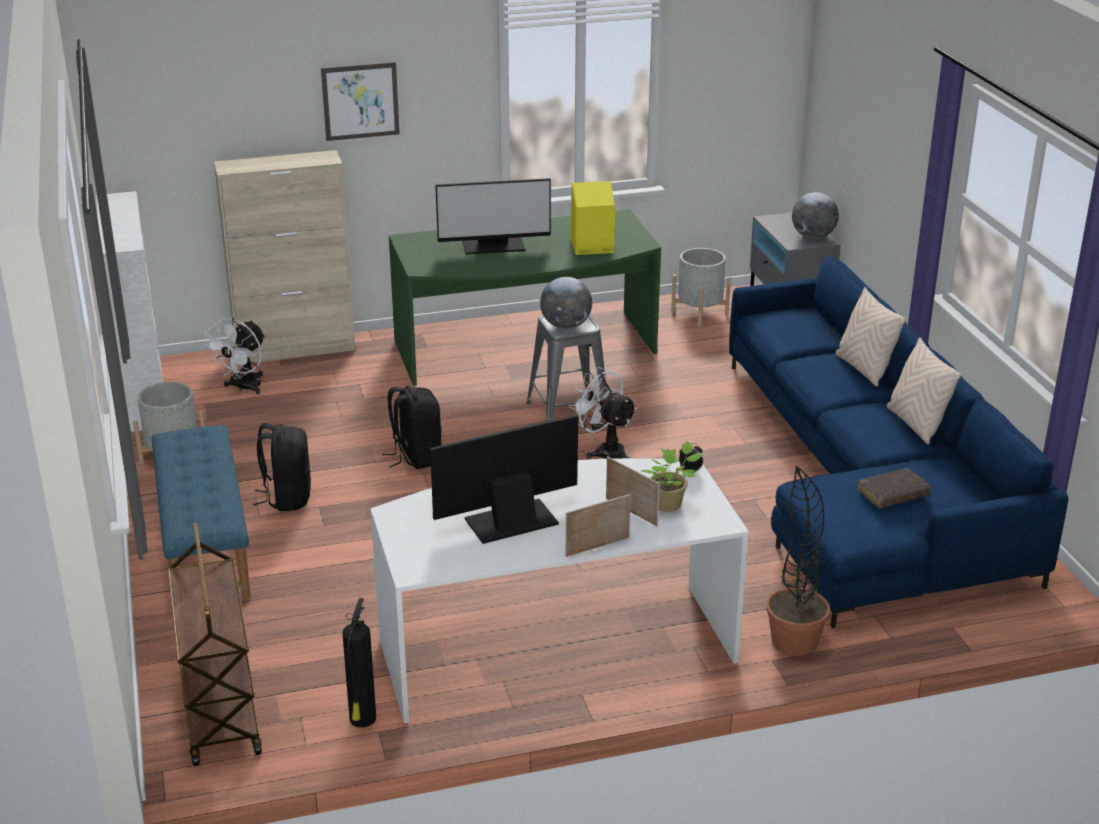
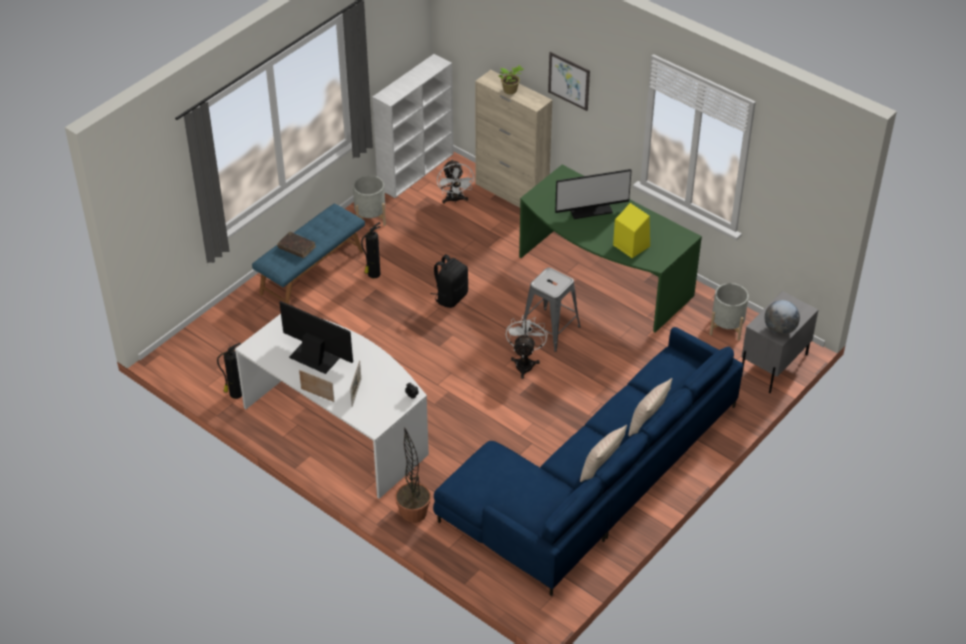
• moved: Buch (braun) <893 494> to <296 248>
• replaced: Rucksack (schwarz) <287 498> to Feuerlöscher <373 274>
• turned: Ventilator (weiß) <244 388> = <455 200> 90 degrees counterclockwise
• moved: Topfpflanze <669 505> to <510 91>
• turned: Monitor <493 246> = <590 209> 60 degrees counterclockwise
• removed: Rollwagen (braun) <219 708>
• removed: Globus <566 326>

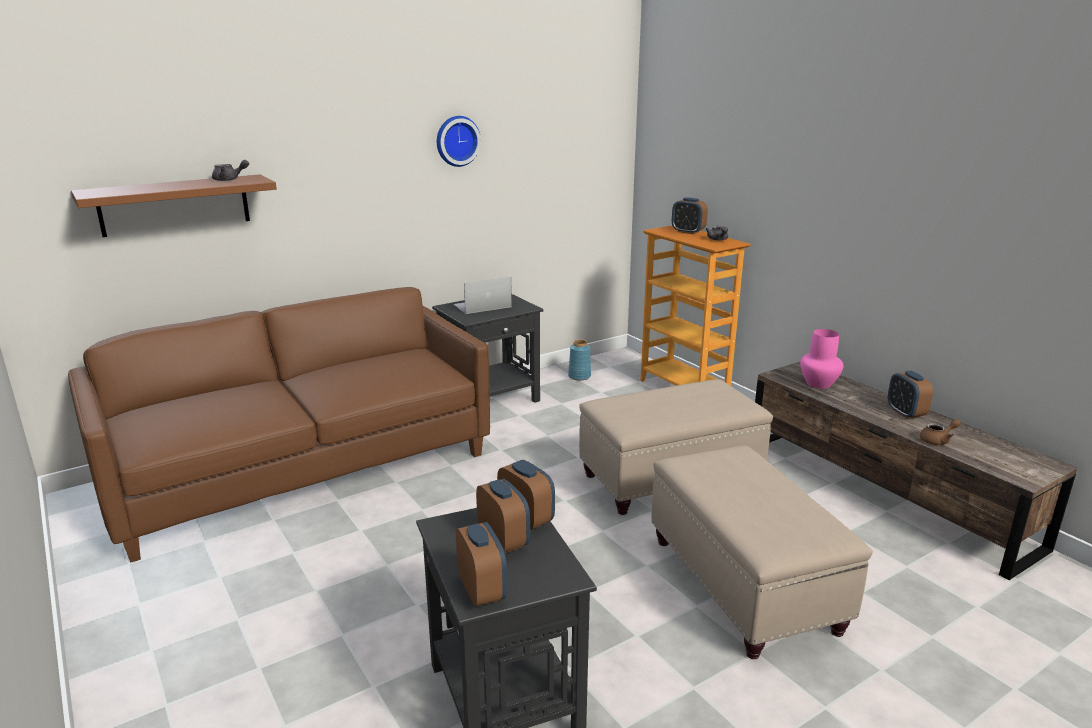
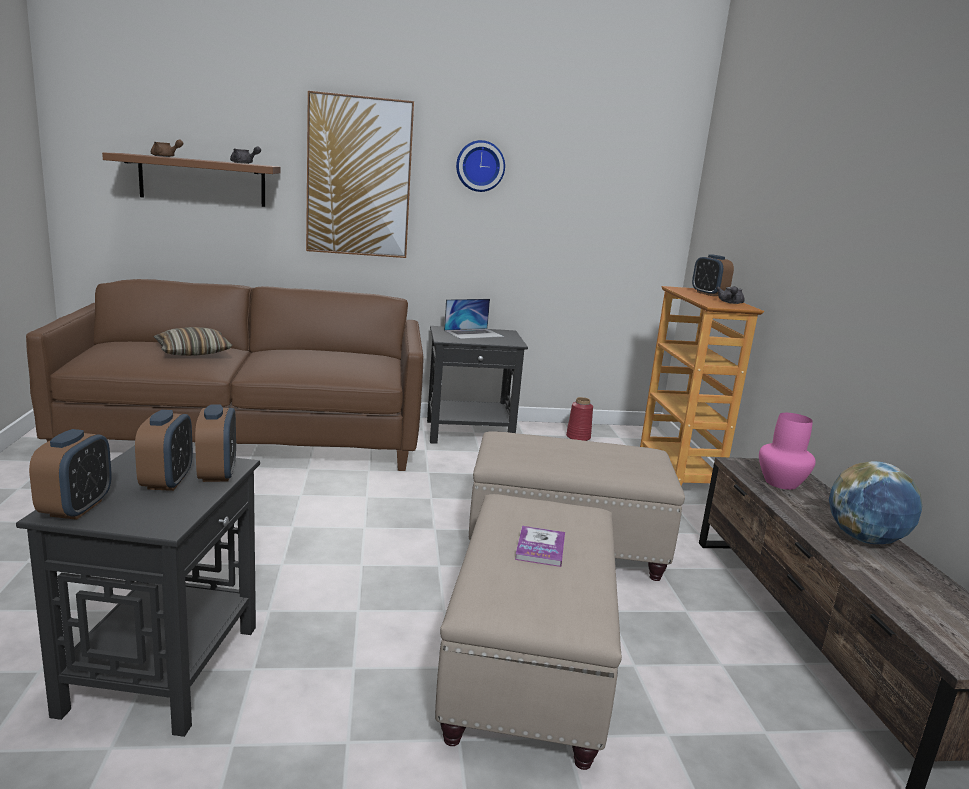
• moved: Teekanne (braun) <937 440> to <165 156>
• added: Kissen <193 352>
• added: Bild <359 177>
• turned: Laptop <482 306> = <474 333> 150 degrees clockwise
• added: Buch <540 548>
• recoloured: Vase (blau) <580 376> to Vase (rot) <578 437>
• replaced: Wecker <905 413> to Globus <865 539>

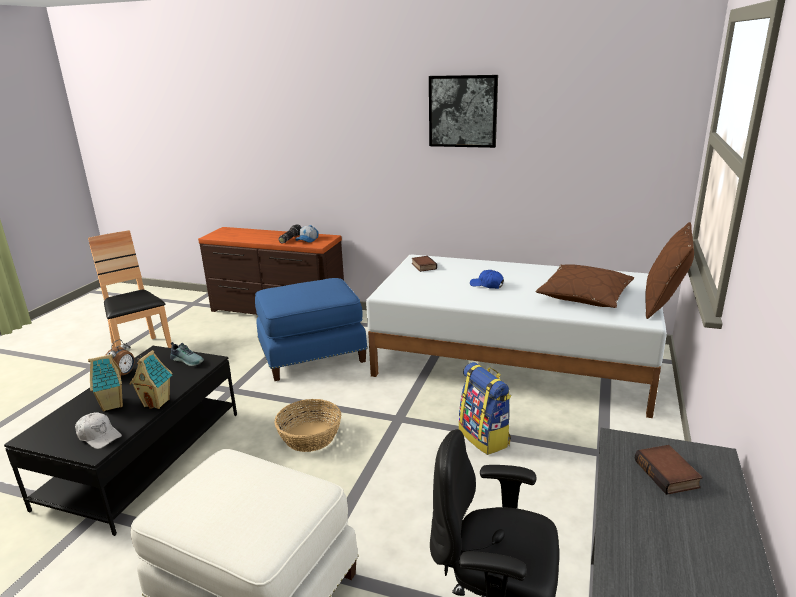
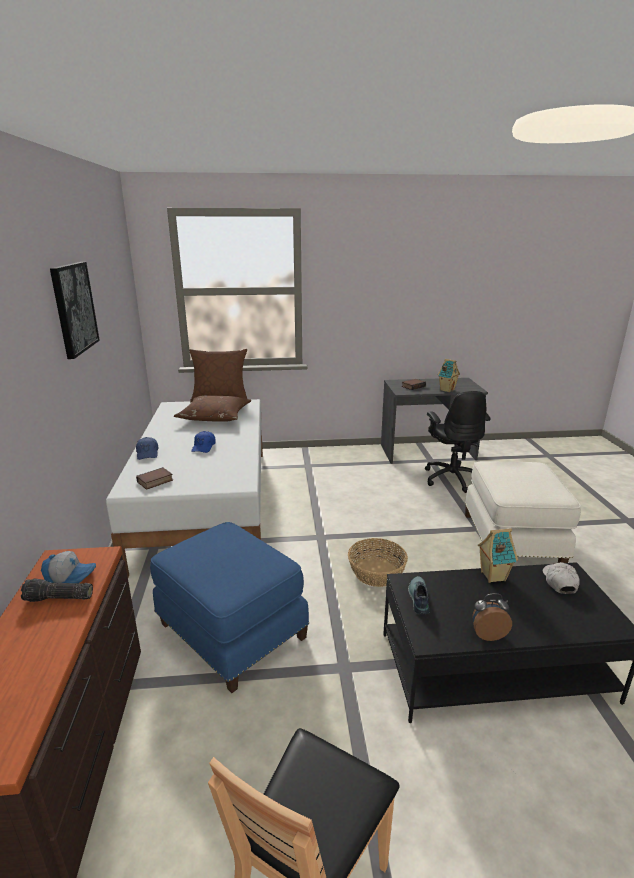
• added: Kappe (blau) <147 453>
• moved: Spielzeughaus <113 404> to <446 390>
• removed: Rucksack <485 437>

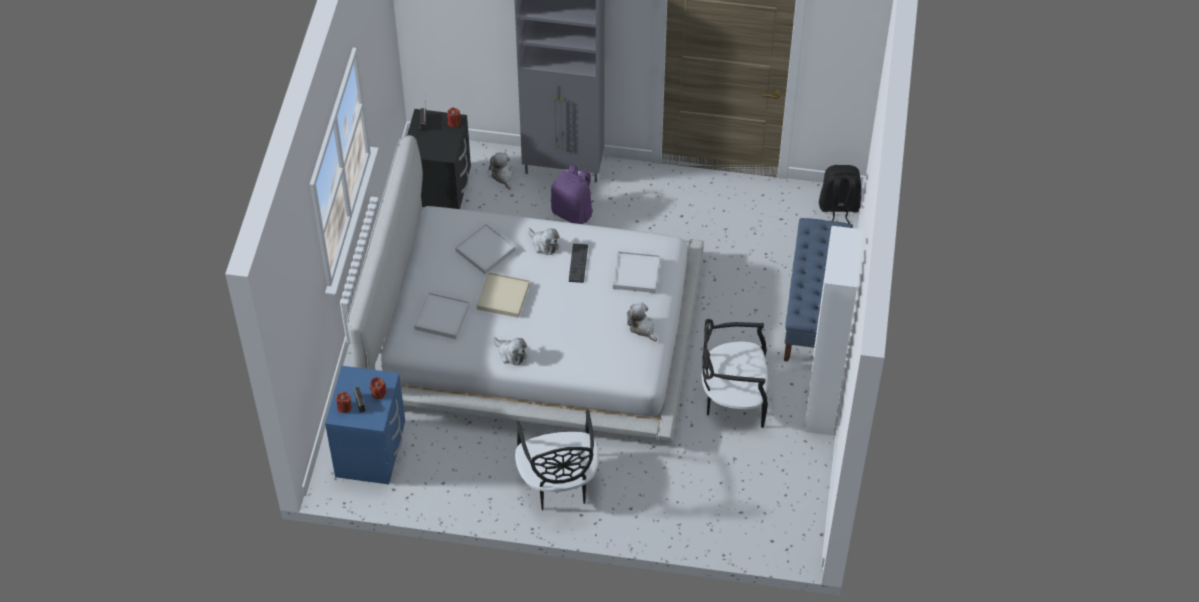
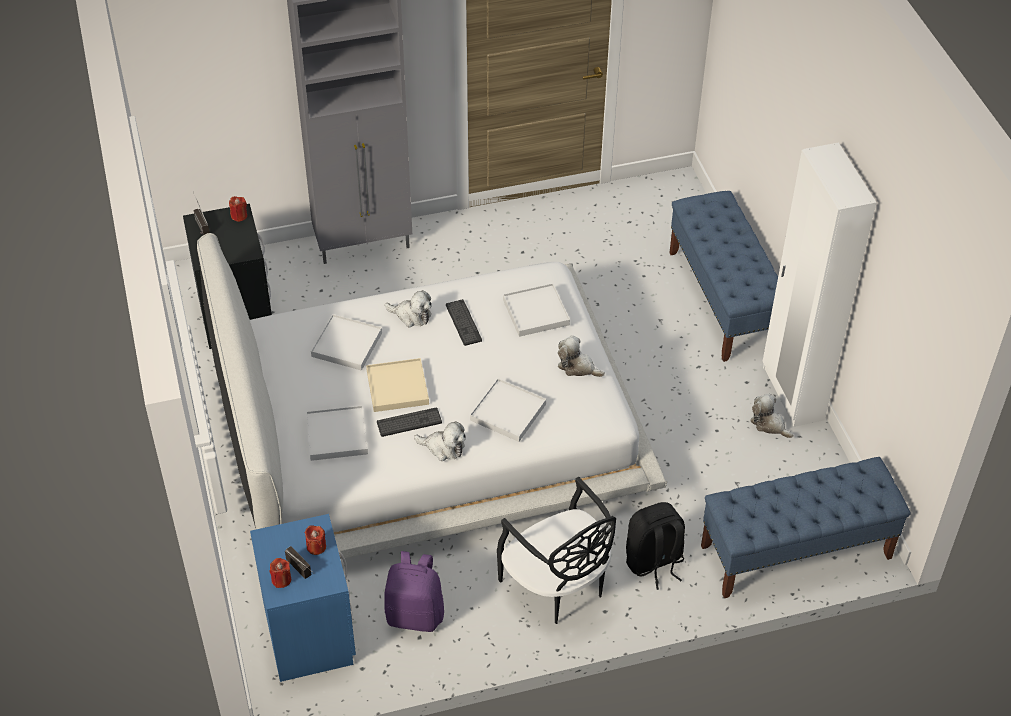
• added: Tastatur <409 422>
• moved: Rucksack (lila) <573 212> to <415 614>
• added: Tablett (weiß) <507 412>
• moved: Rucksack (schwarz) <838 208> to <654 562>
• added: Bank (blau) <795 552>
• moved: Plüschtier <502 176> to <769 424>
• removed: Stuhl (schwarz) <733 398>

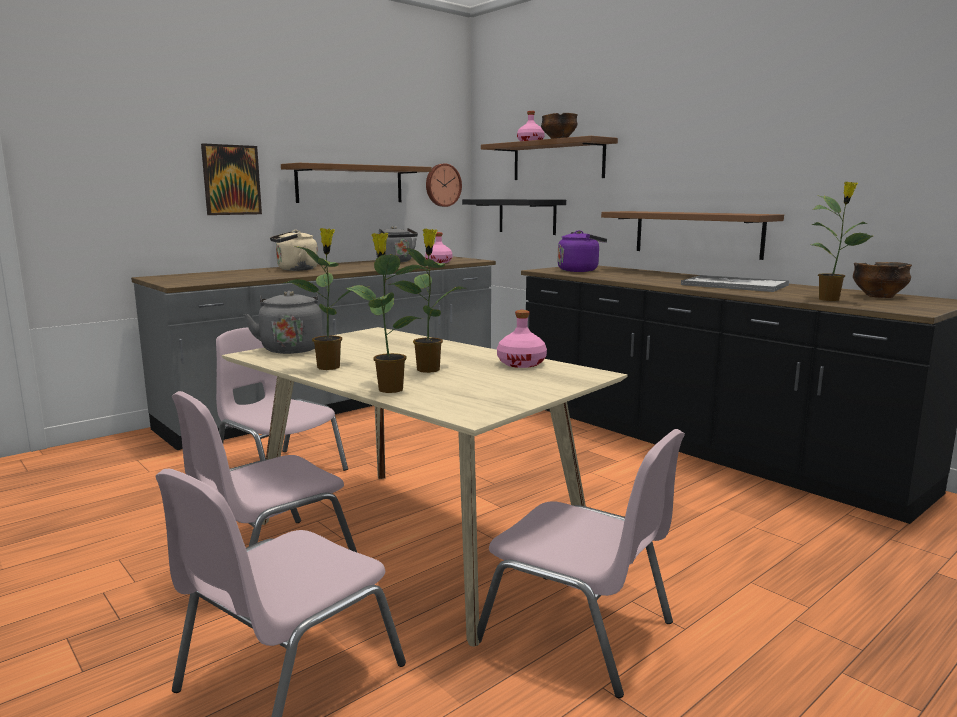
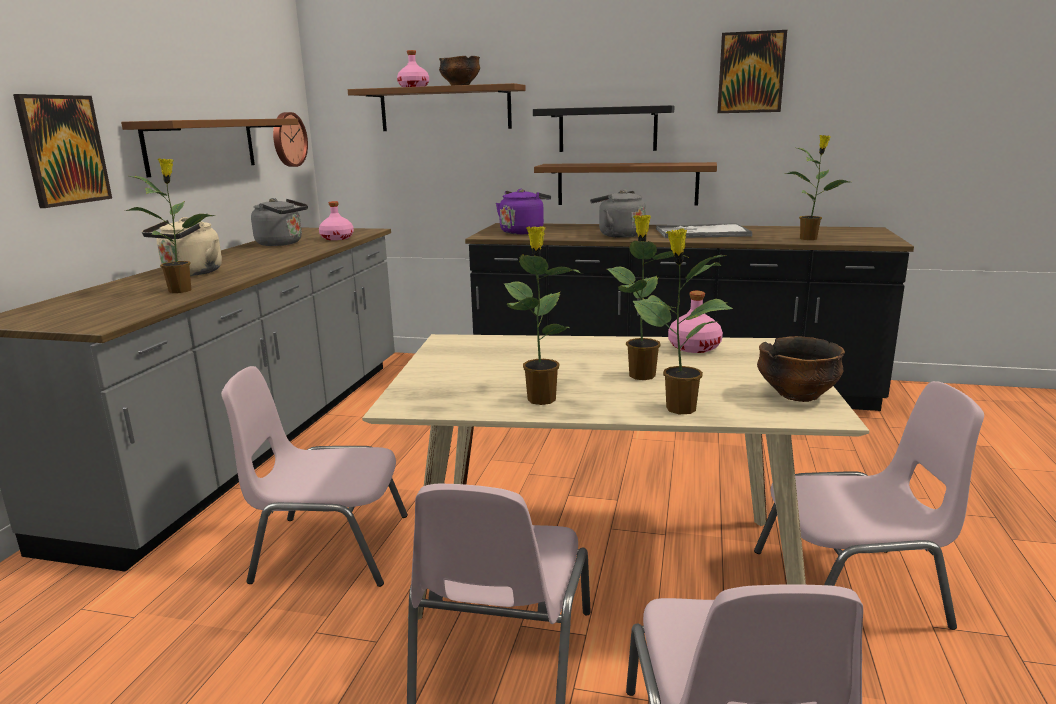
• added: Topfpflanze <182 290>
• moved: Wandregal (schwarz) <527 216> to <607 129>
• moved: Wasserkessel (grau) <291 348> to <618 235>
• added: Bild <751 72>
• moved: Schüssel <879 296> to <797 395>

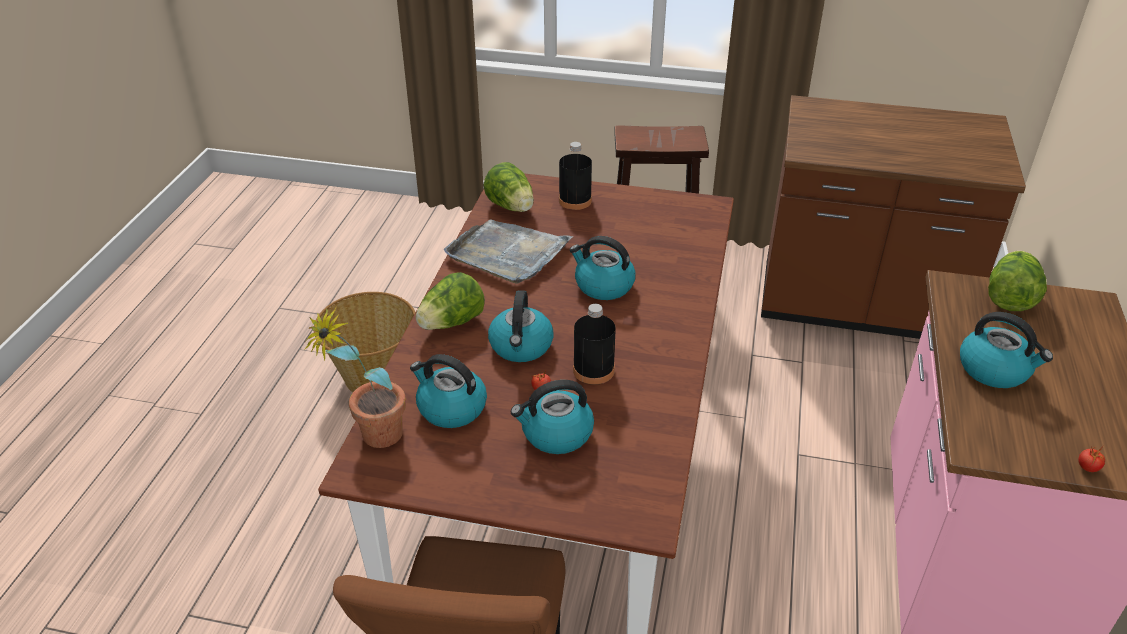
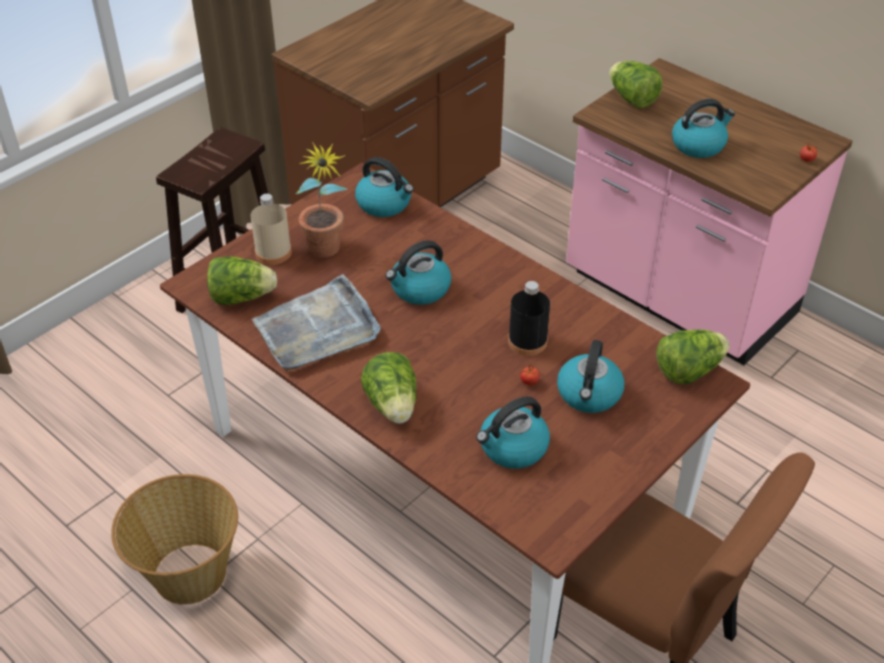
• recoloured: Flasche (schwarz) <575 200> to Flasche (beige) <273 253>
• moved: Topfpflanze <371 440> to <325 254>
• moved: Wasserkessel <521 346> to <385 204>
• added: Salatkopf <688 371>

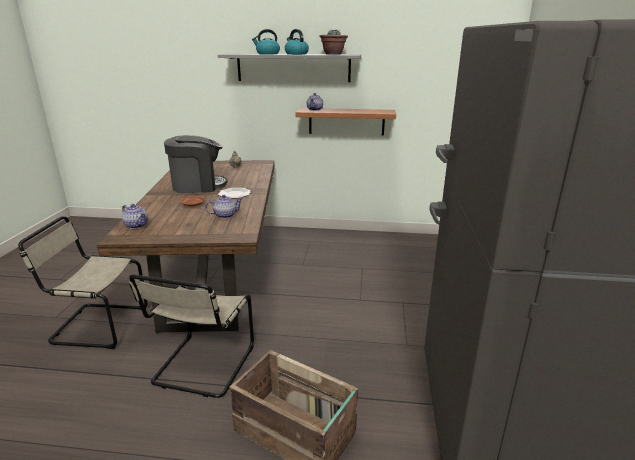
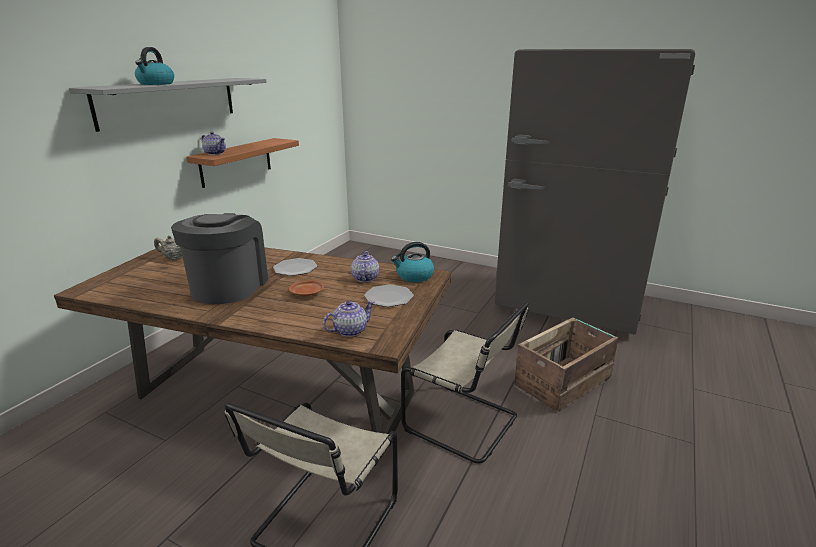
• added: Teller <388 297>
• moved: Wasserkessel <296 54> to <414 276>
• removed: Topfpflanze <333 54>

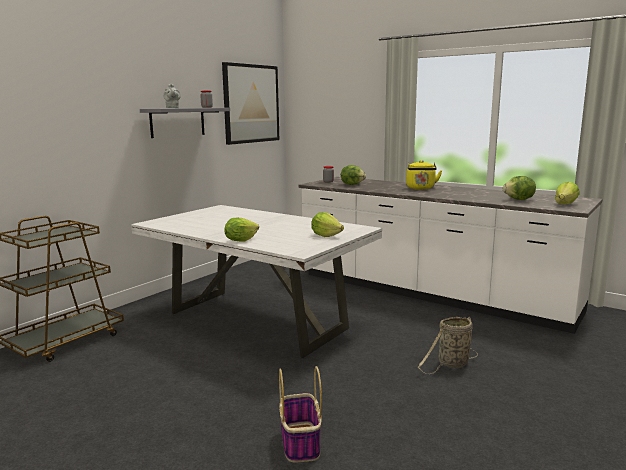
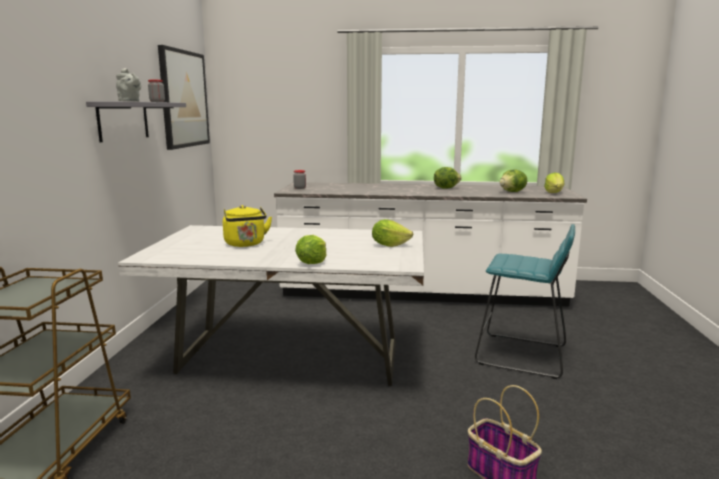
• moved: Wasserkessel (gelb) <421 188> to <245 244>
• moved: Salatkopf <352 184> to <446 188>
• replaced: Korb <451 364> to Hocker (türkis) <521 355>

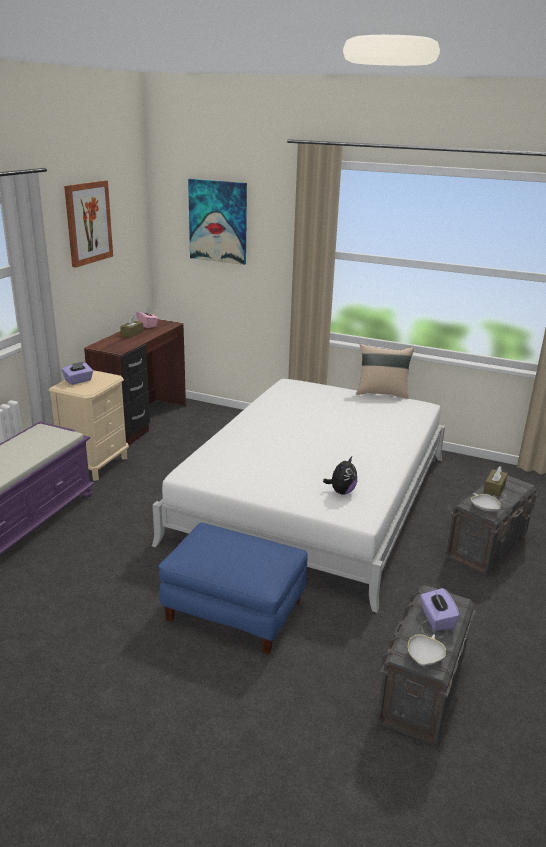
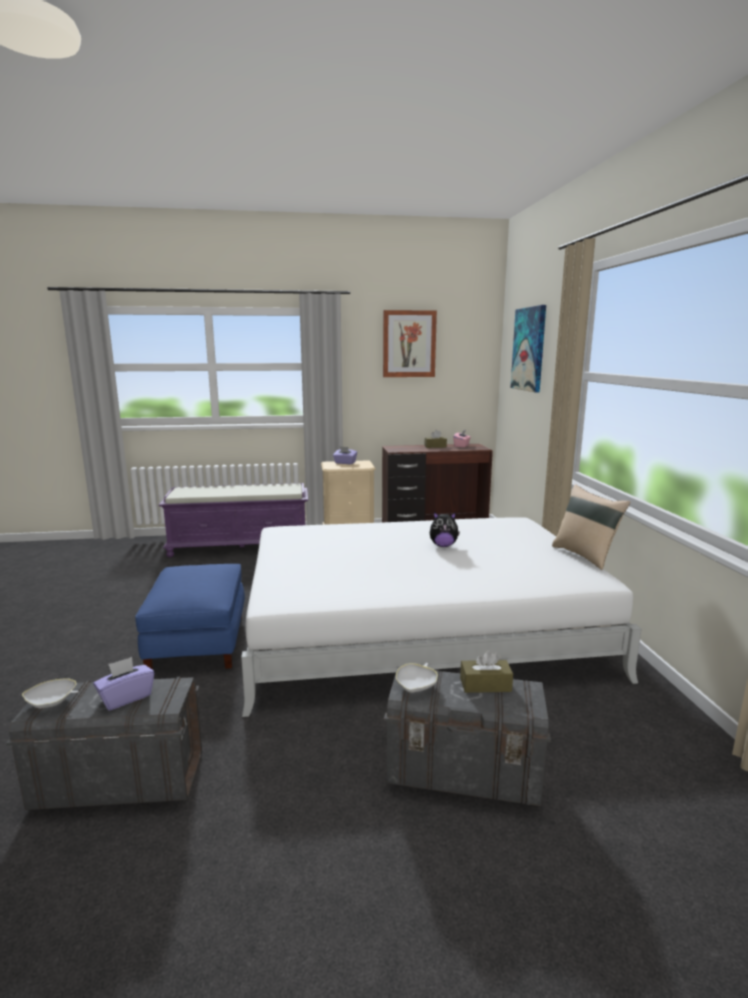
• moved: Plüschtier <341 492> to <443 545>

